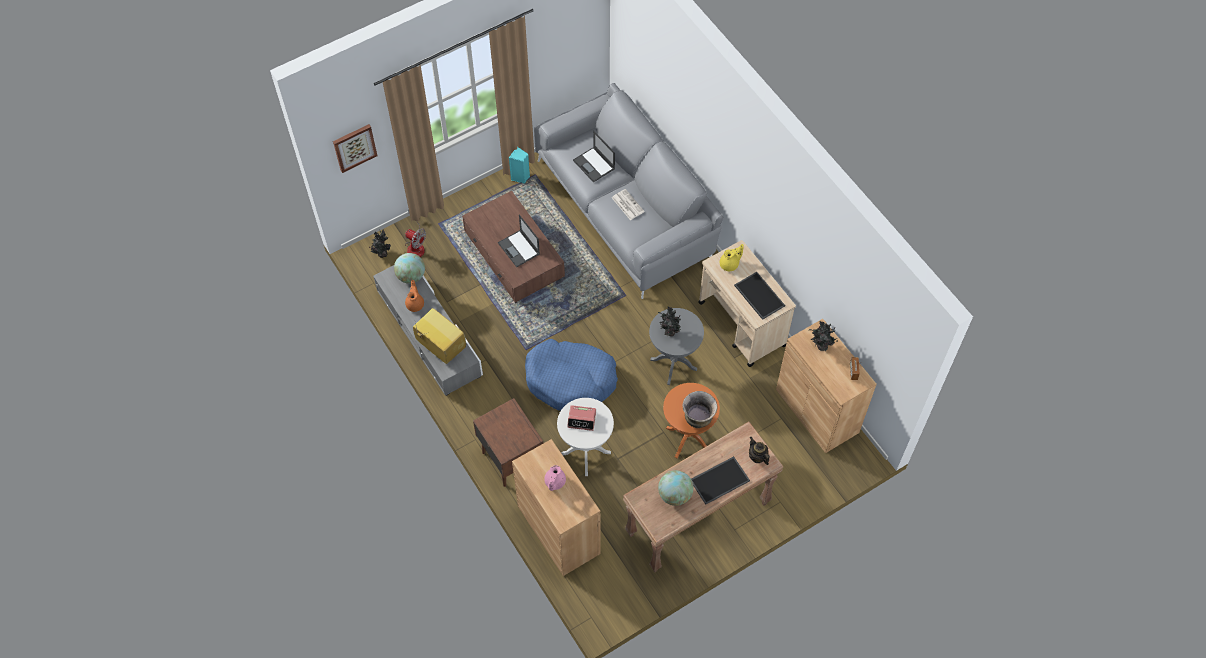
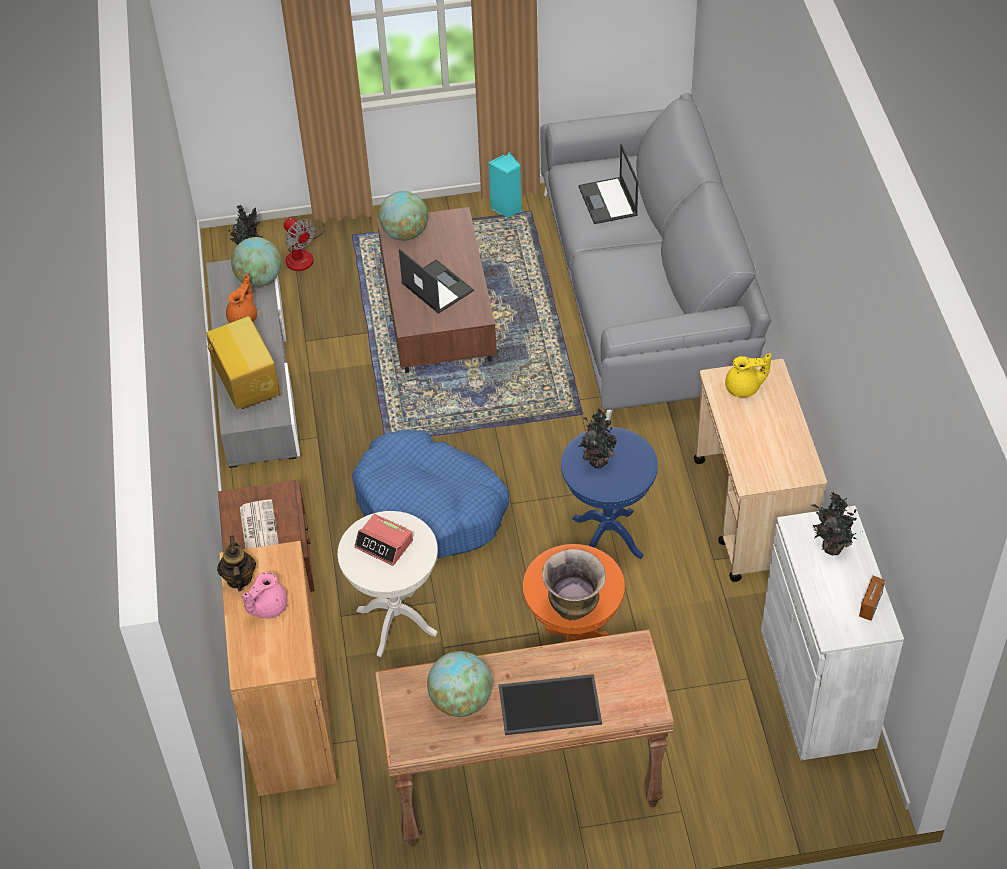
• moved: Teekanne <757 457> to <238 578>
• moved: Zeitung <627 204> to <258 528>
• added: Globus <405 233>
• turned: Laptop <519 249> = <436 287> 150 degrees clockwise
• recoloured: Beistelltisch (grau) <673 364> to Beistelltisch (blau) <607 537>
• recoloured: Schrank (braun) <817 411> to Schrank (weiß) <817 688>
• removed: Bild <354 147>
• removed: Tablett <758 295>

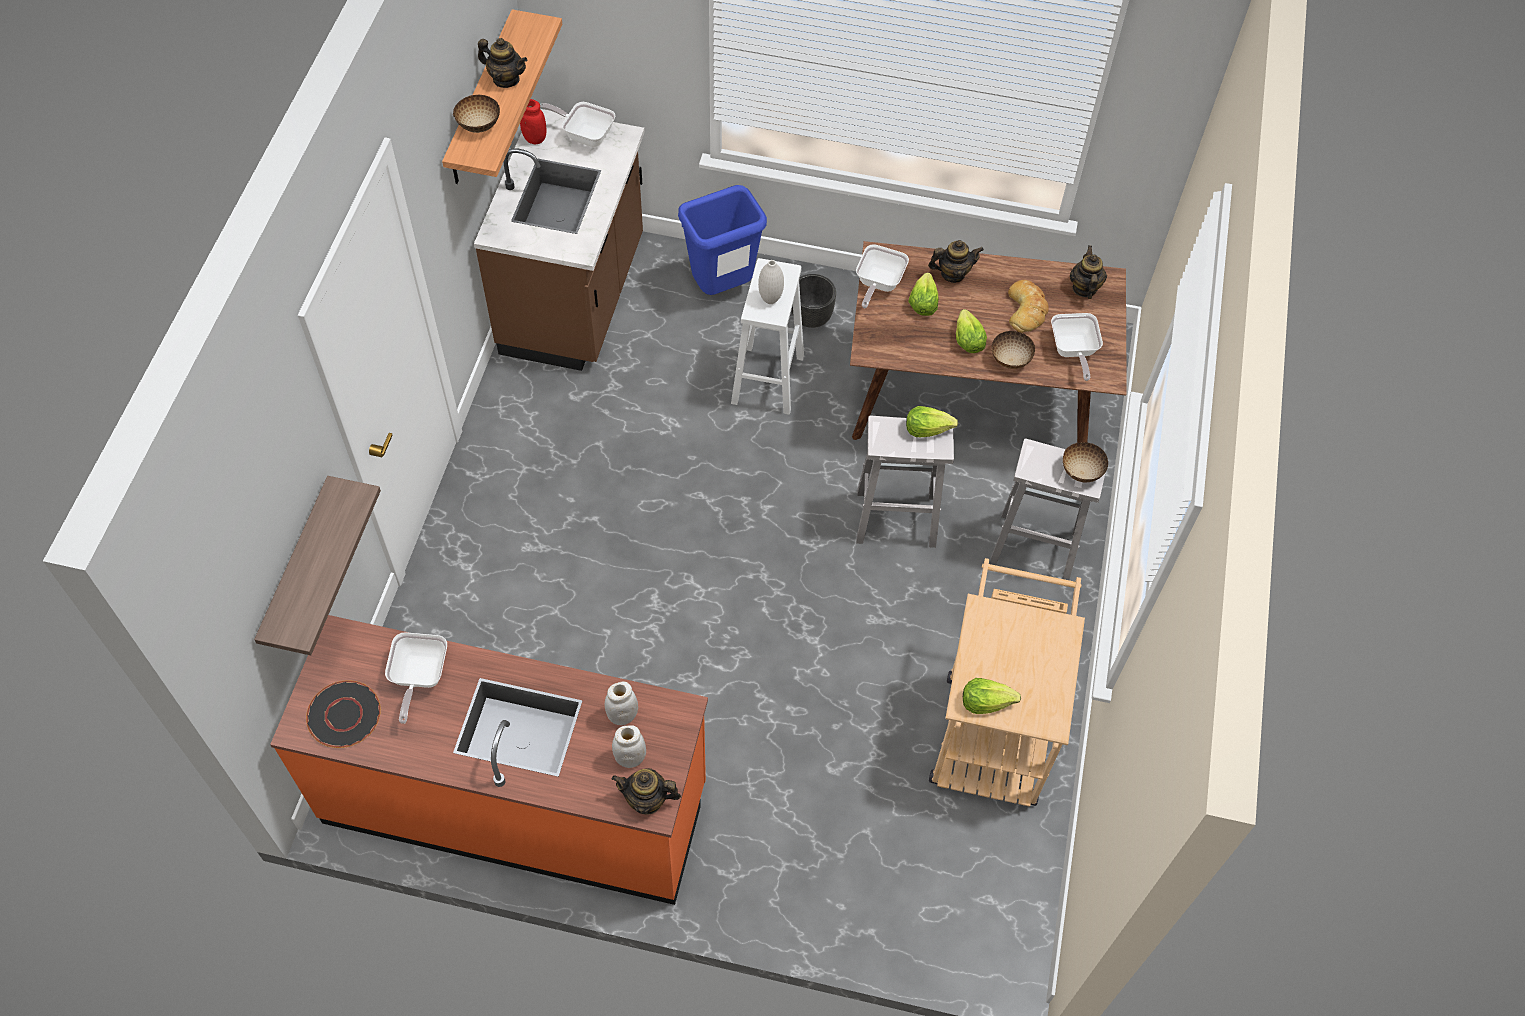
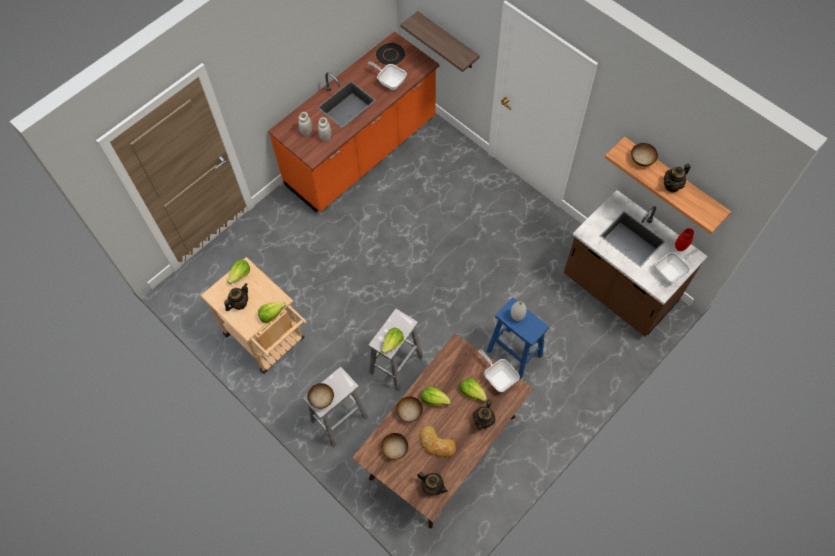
• moved: Teekanne <647 800> to <239 303>
• added: Salatkopf <271 314>
• replaced: Pfanne <1072 352> to Schüssel <394 449>
• recoloured: Hocker (weiß) <767 378> to Hocker (blau) <515 353>
• removed: Mülleimer (blau) <721 289>
• removed: Pflanzkübel (schwarz) <812 317>

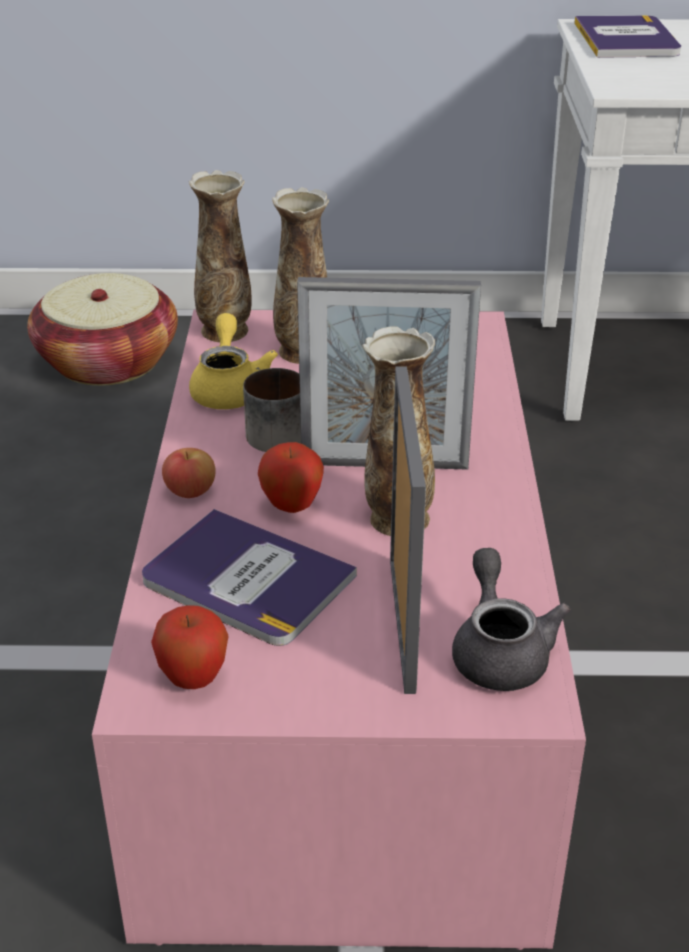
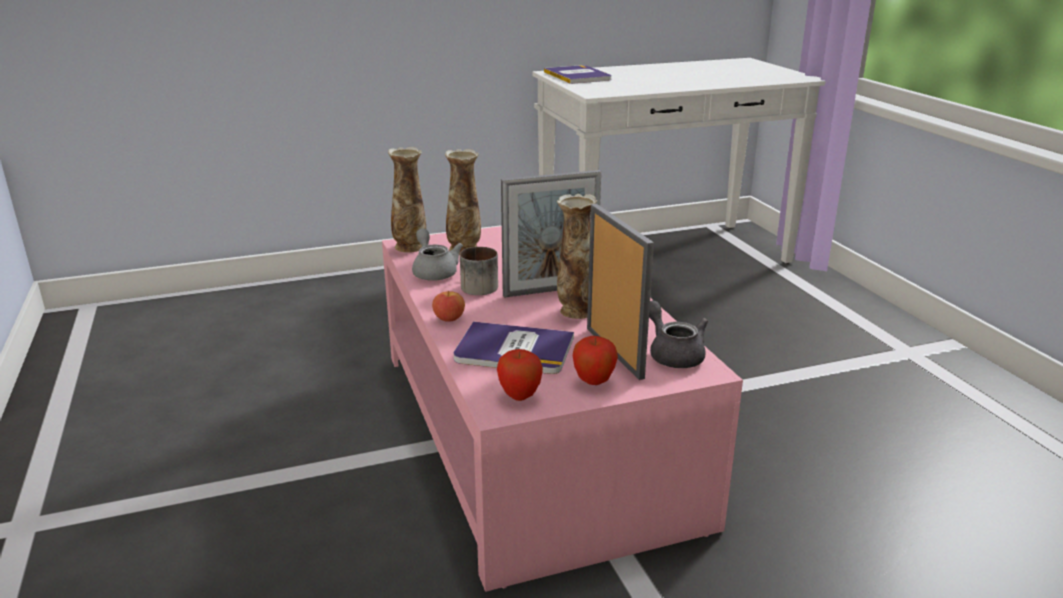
• recoloured: Teekanne (gelb) <229 388> to Teekanne (grau) <434 271>
• moved: Apfel <292 507> to <594 382>
• removed: Korb <108 362>

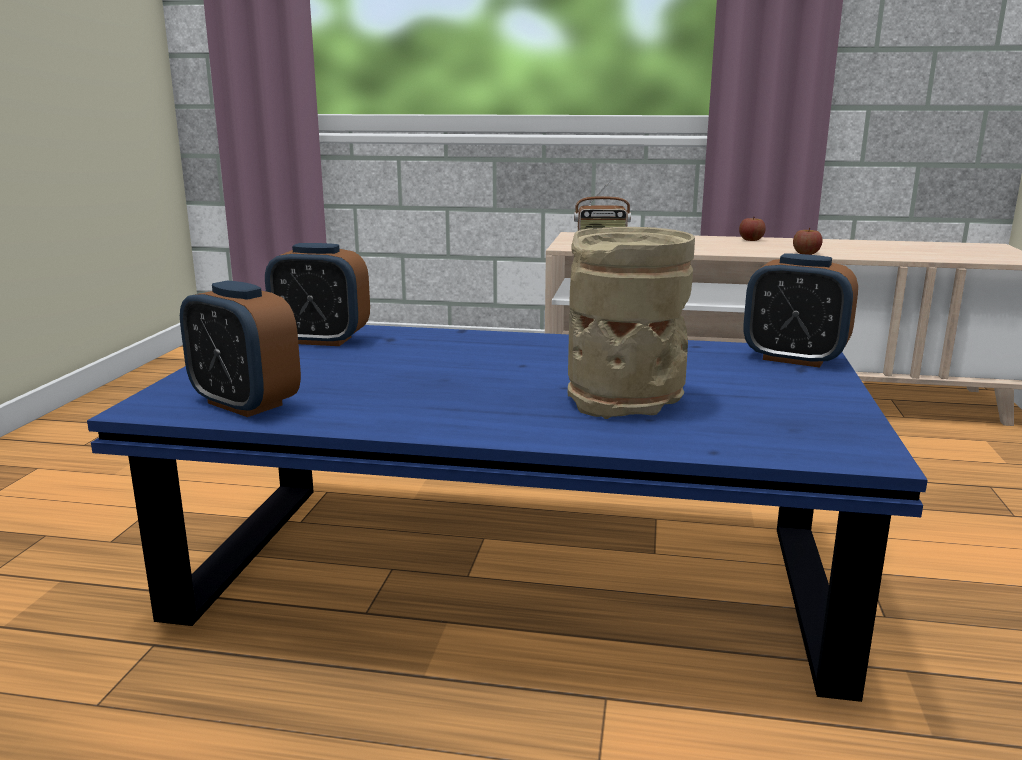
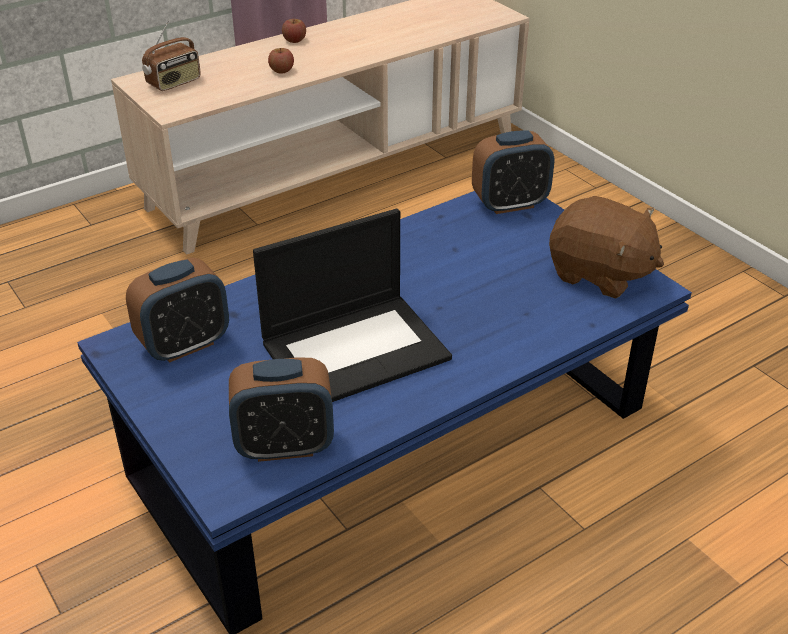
• added: Laptop <356 349>
• moved: Apfel <806 253> to <281 70>
• added: Plüschtier (braun) <599 274>
• removed: Vase (beige) <627 401>

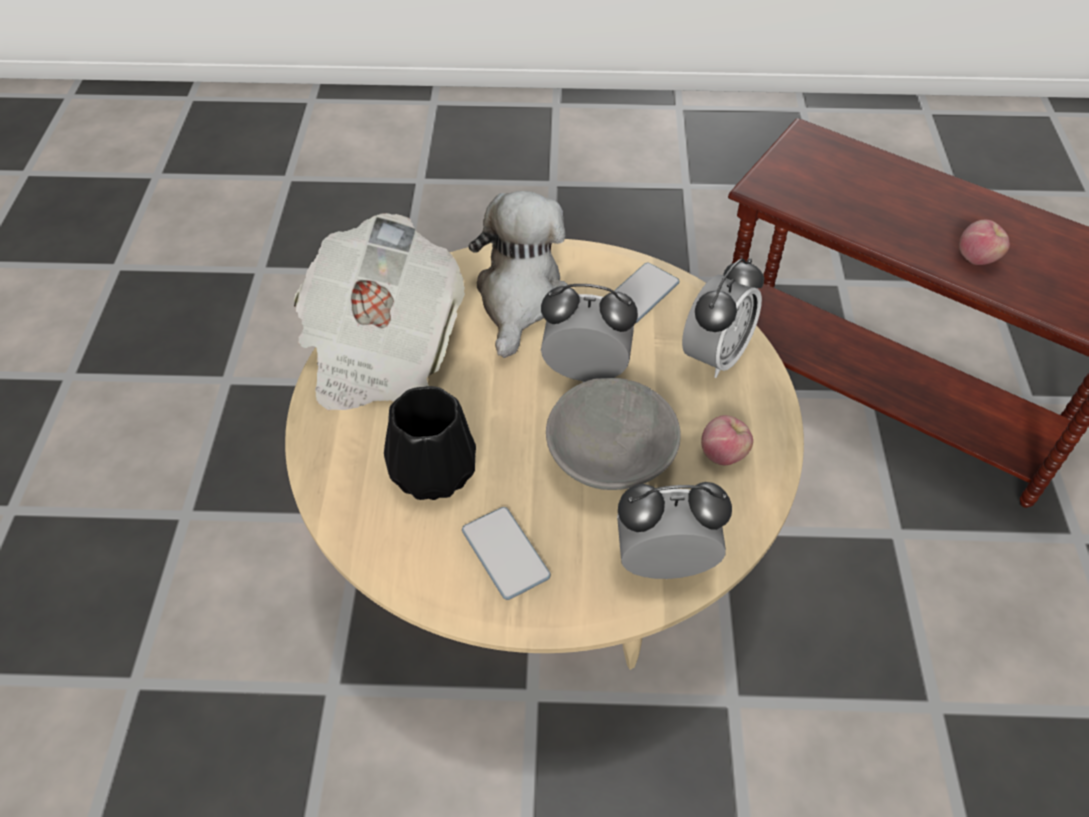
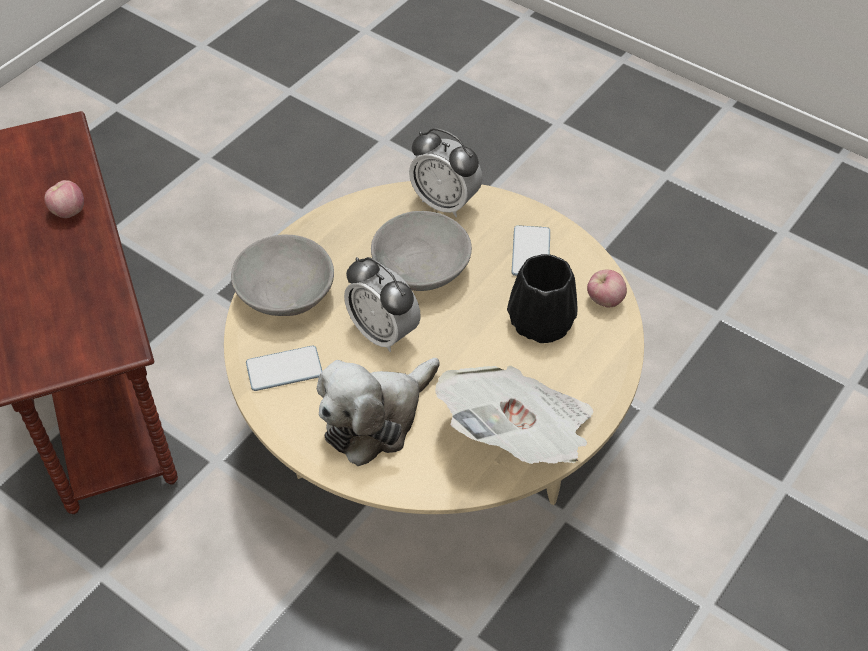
• replaced: Wecker <715 355> to Schüssel (grau) <285 295>
• moved: Apfel <723 454> to <604 300>

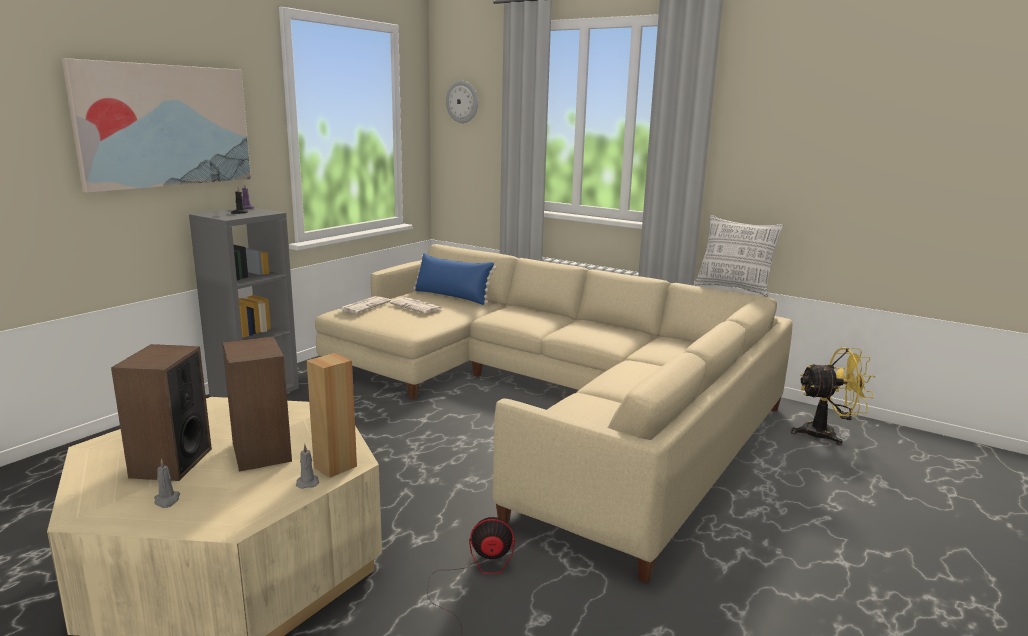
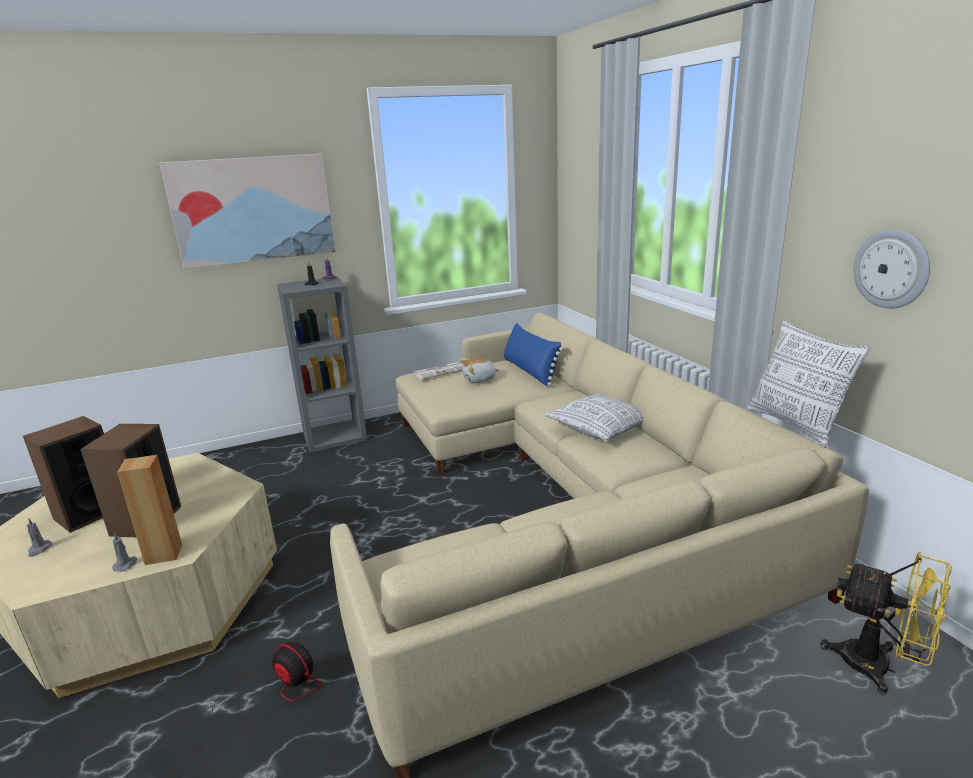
• replaced: Zeitung <417 306> to Plüschtier <479 379>
• added: Kissen <600 428>
• moved: Wanduhr <462 102> to <891 269>

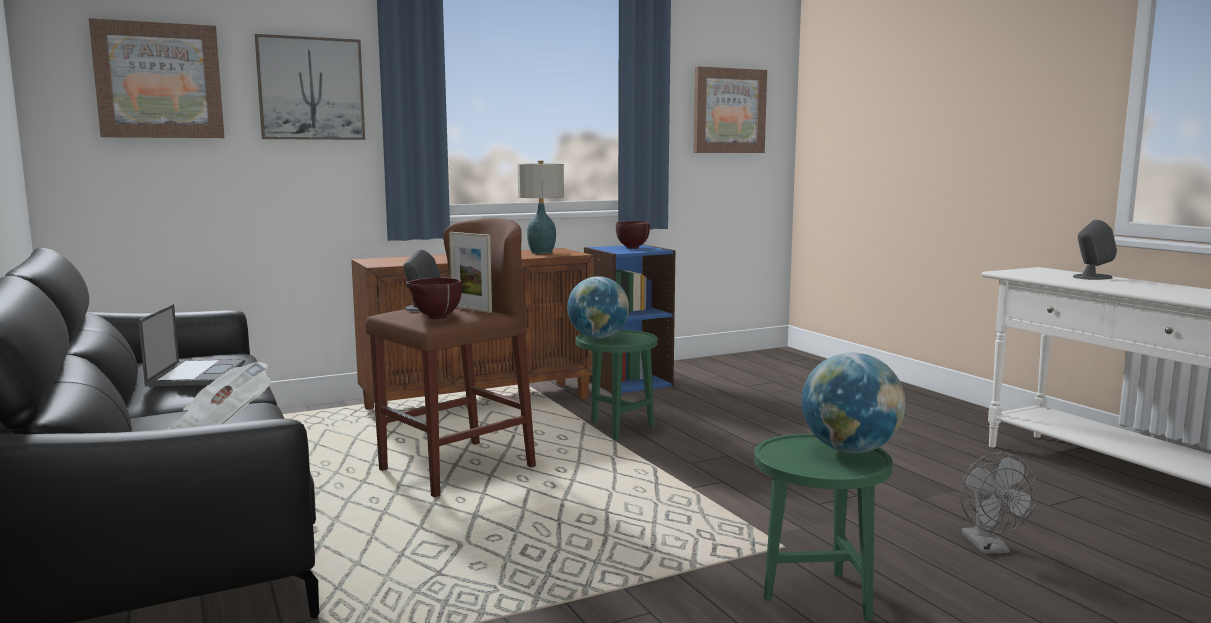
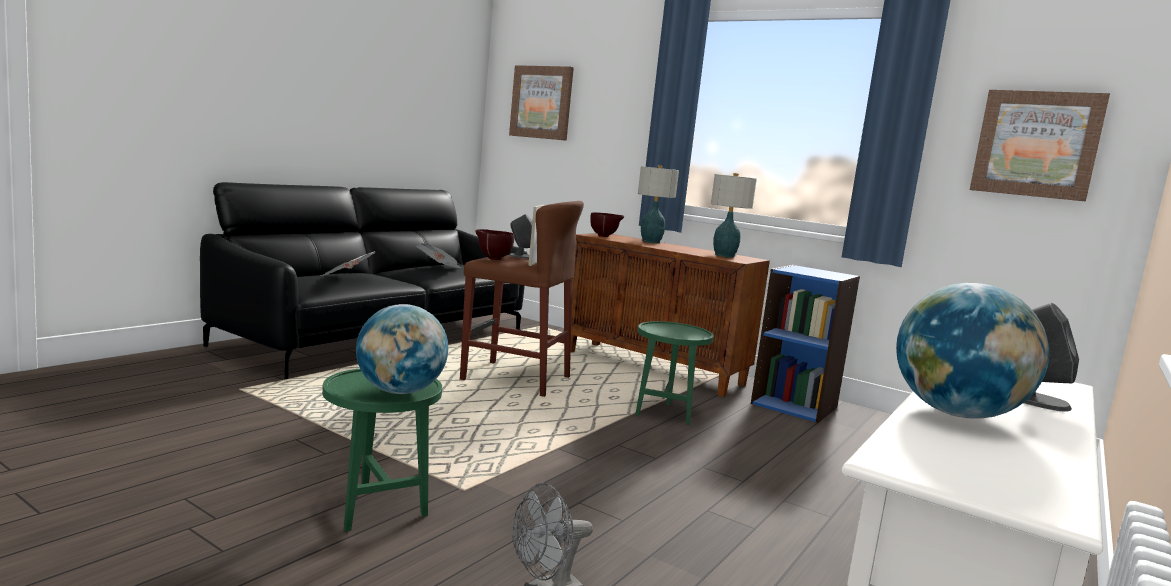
• replaced: Laptop <197 374> to Zeitung <439 268>
• moved: Schüssel (braun) <633 248> to <605 236>
• added: Tischlampe <651 242>
• moved: Globus <598 337> to <956 414>
• removed: Bild <311 89>

